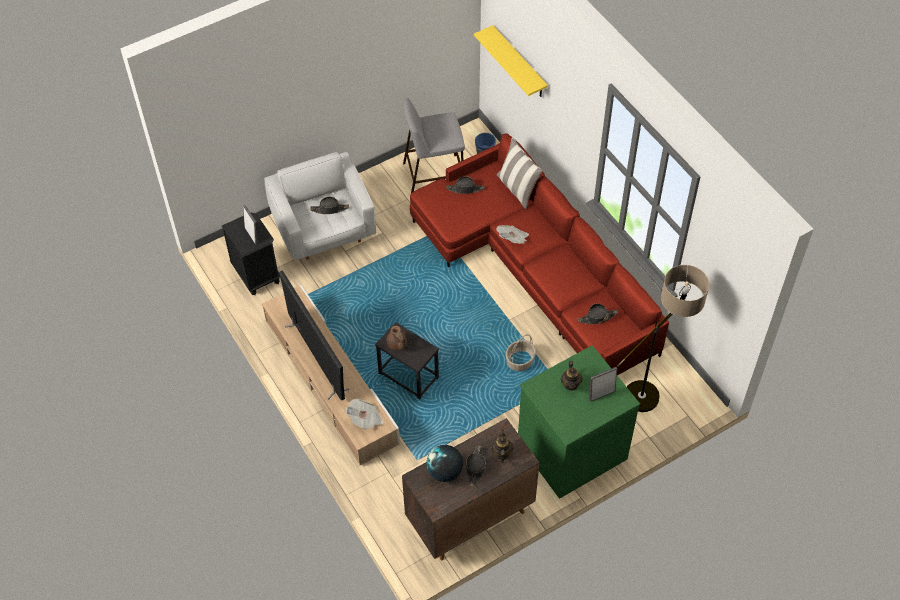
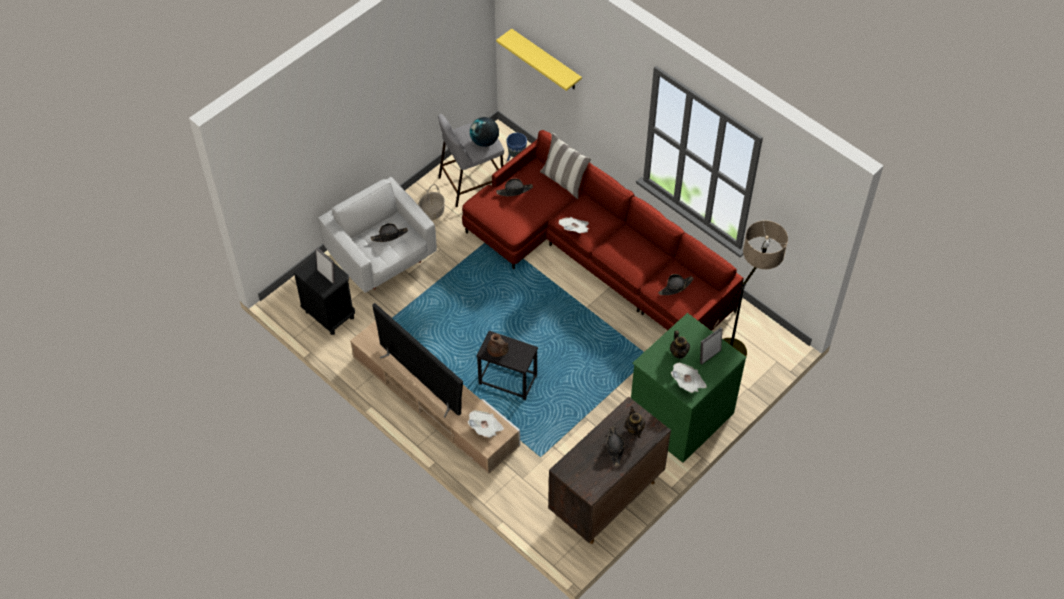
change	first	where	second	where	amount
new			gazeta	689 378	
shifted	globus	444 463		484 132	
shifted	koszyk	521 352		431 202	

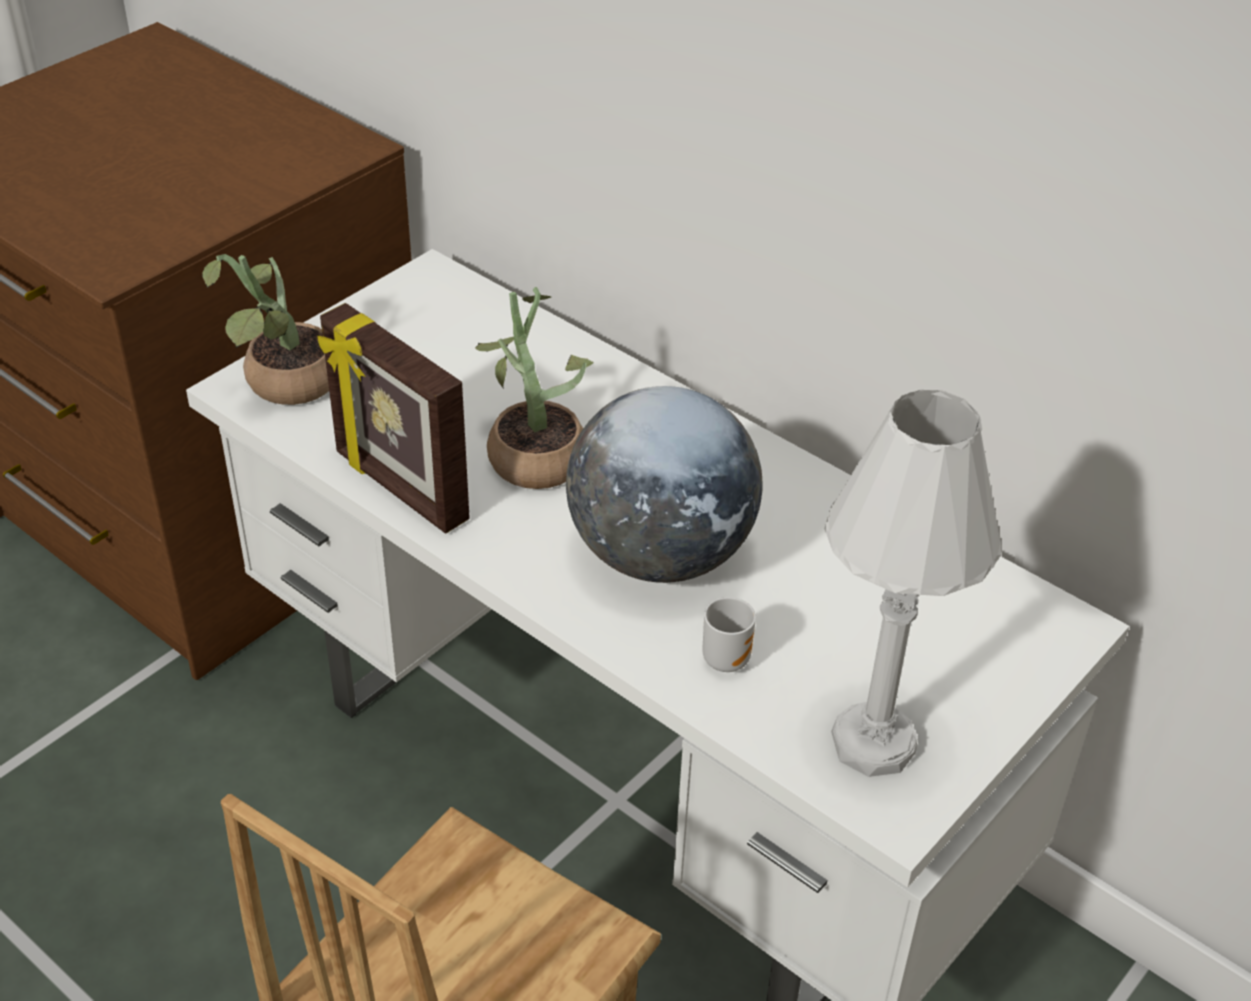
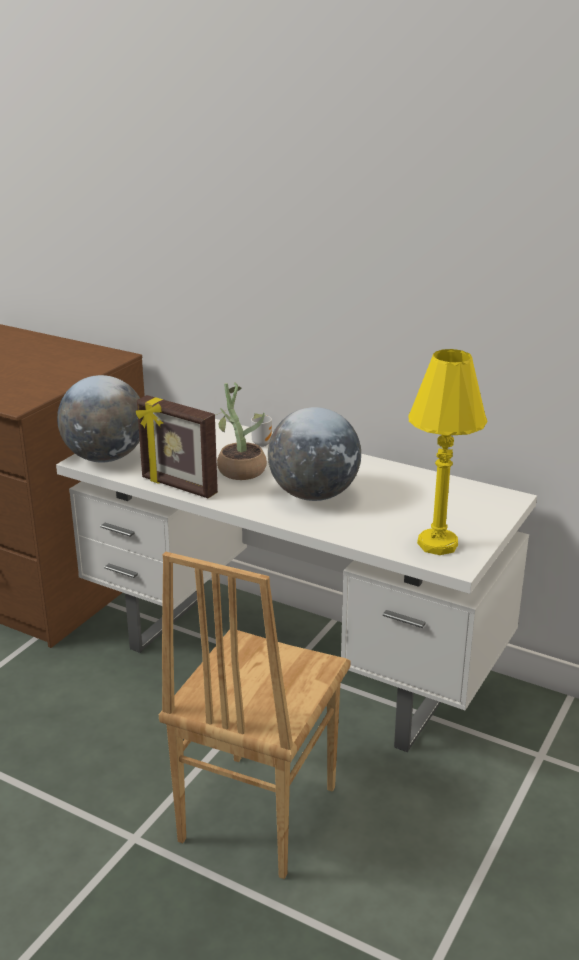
change	first	where	second	where	amount
shifted	kubek	729 634		261 431	
swapped	roślina doniczkowa	265 329	globus	98 419	
repainted	lampa stołowa/biały	913 583	lampa stołowa/żółty	447 452	

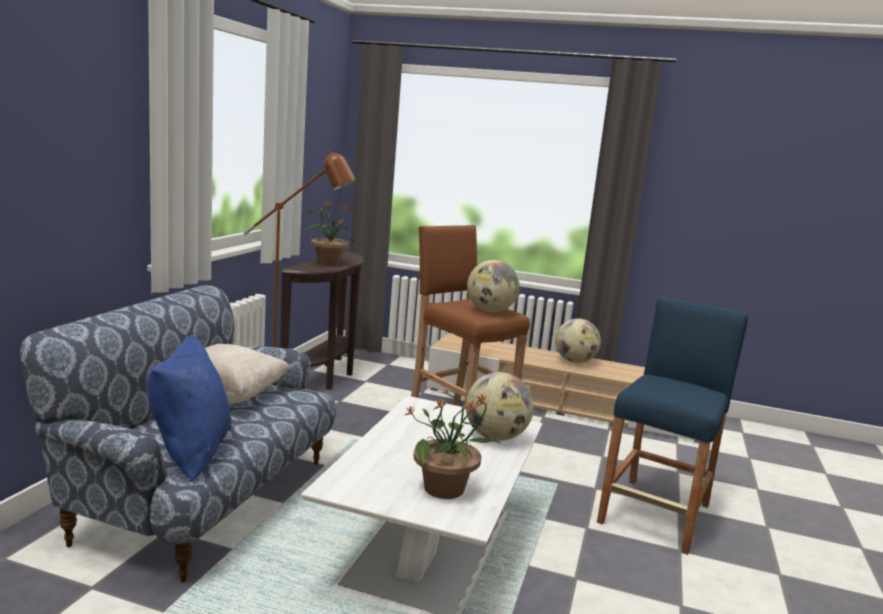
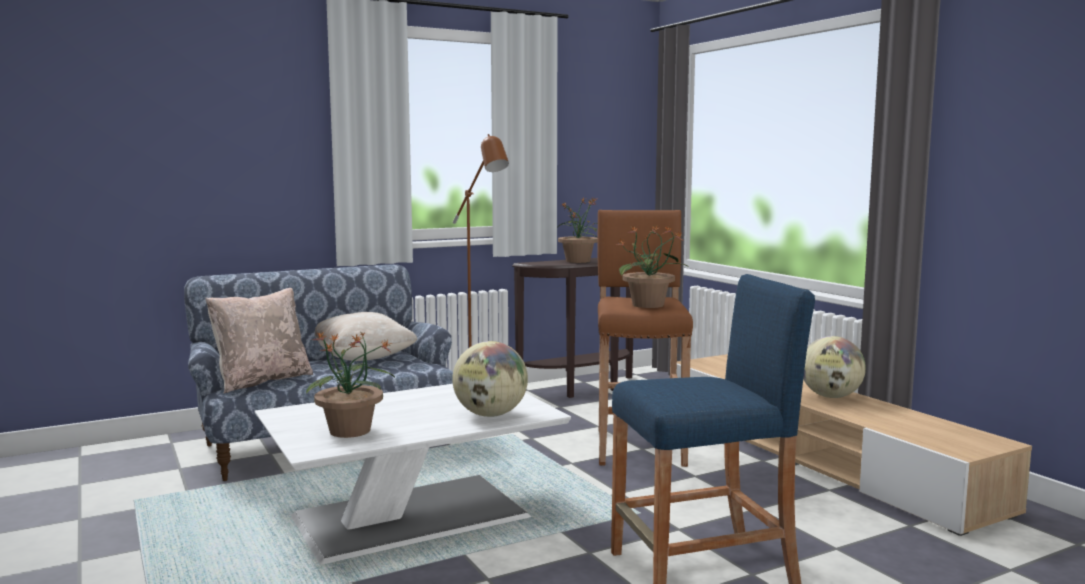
change	first	where	second	where	amount
swapped	globus	493 286	roślina doniczkowa	651 266	
repainted	poduszka/niebieski	188 408	poduszka/beżowy	259 341	

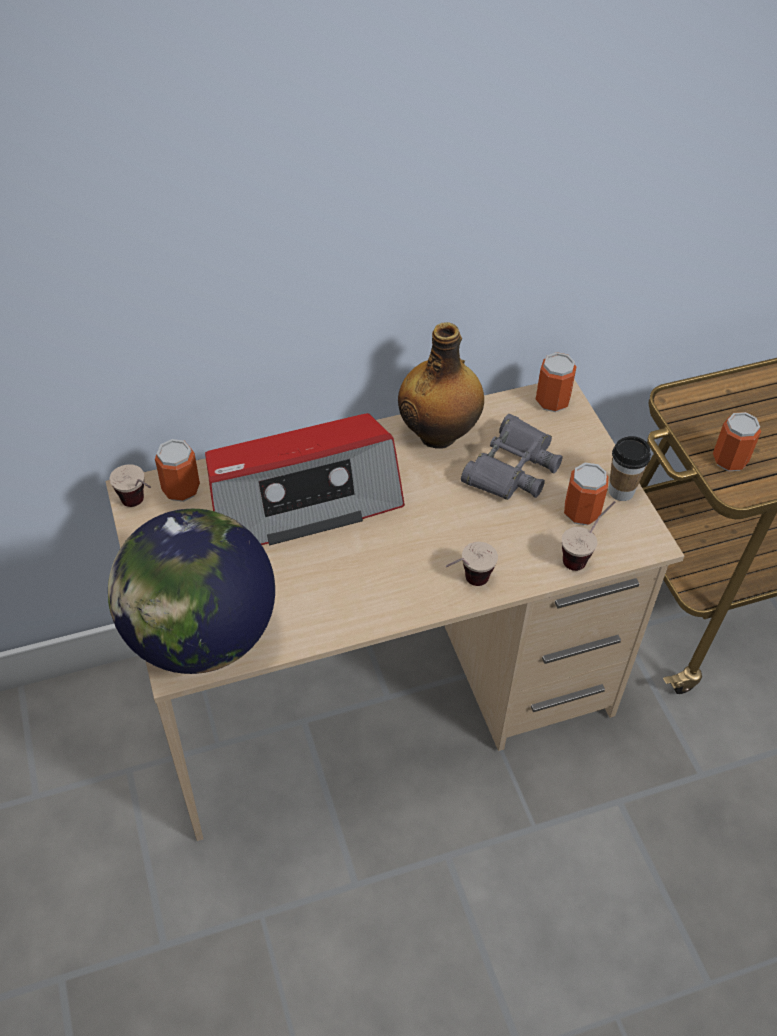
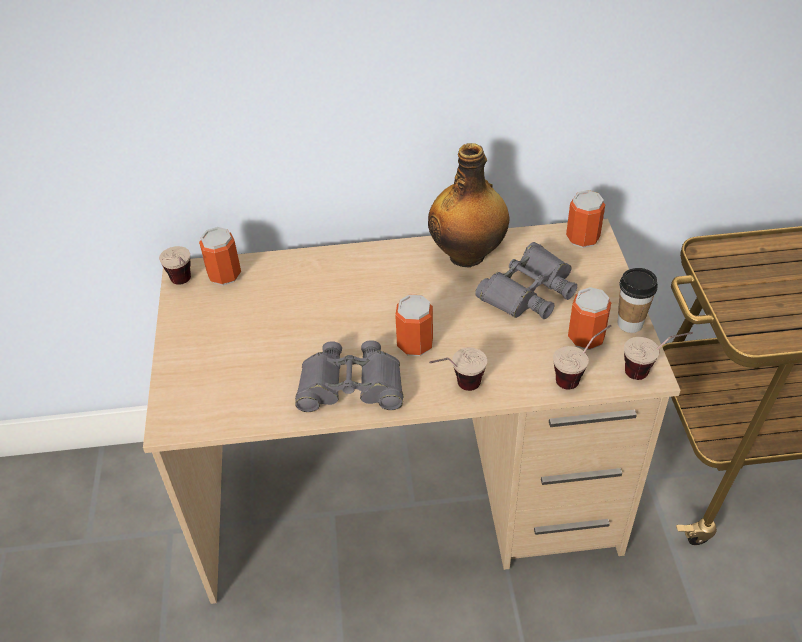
change	first	where	second	where	amount
gone	globus	191 591			
gone	radio	305 479			
new			lornetka/szary	349 376	
new			filiżanka	658 356	
shifted	puszka	737 441		414 325	

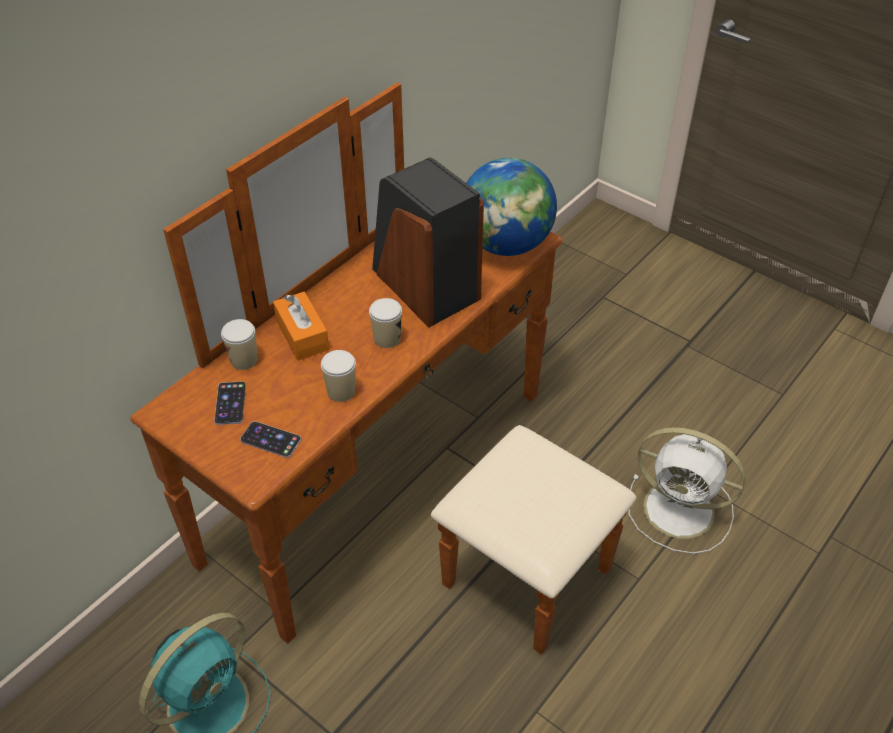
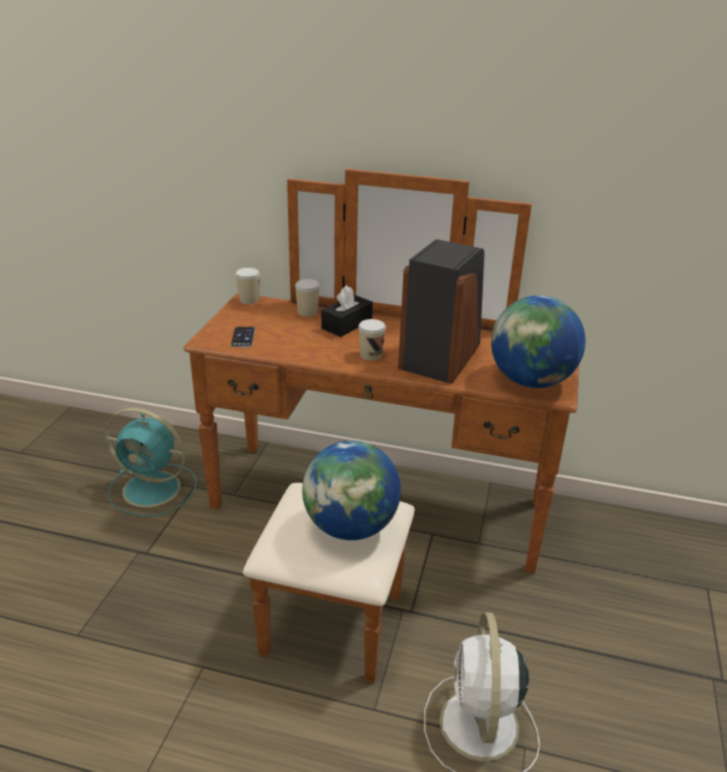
change	first	where	second	where	amount
gone	telefon	230 403			
new			globus	351 490	
shifted	filiżanka	338 376		247 286	
repainted	pudełko chusteczek/pomarańczowy	301 326	pudełko chusteczek/czarny	347 311	

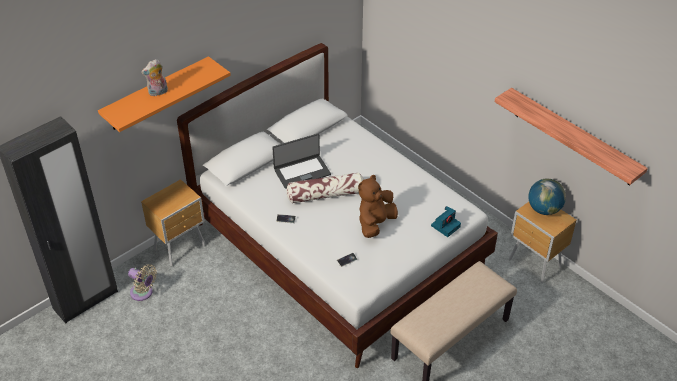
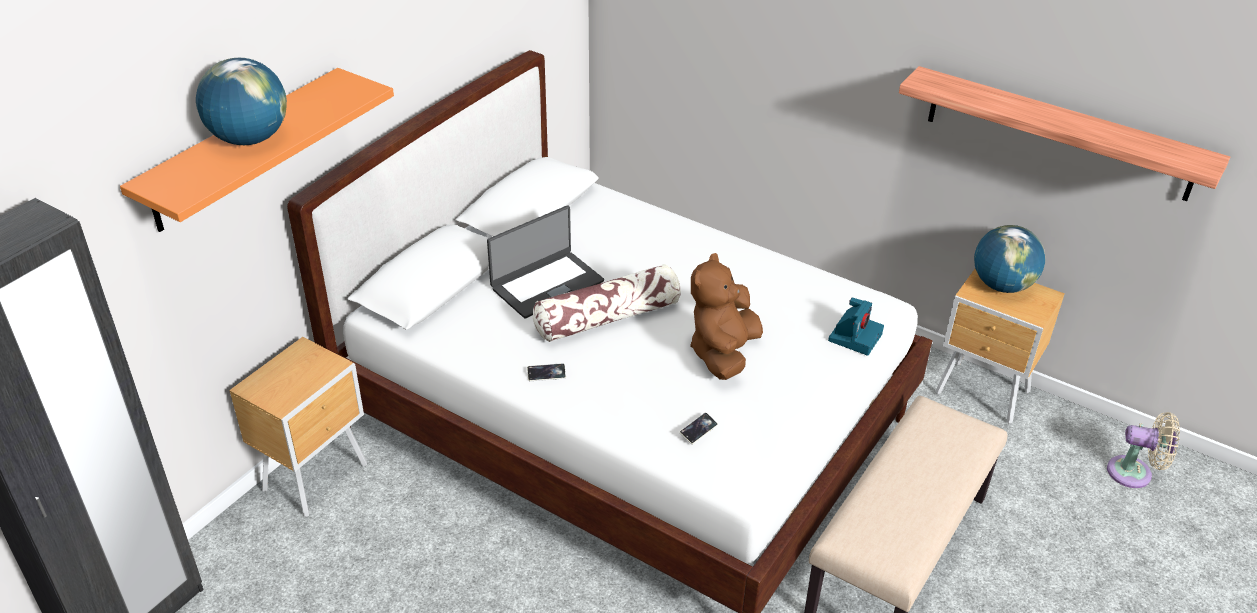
change	first	where	second	where	amount
shifted	wentylator/beżowy	142 282		1143 450	
swapped	pluszak	154 77	globus	241 101	

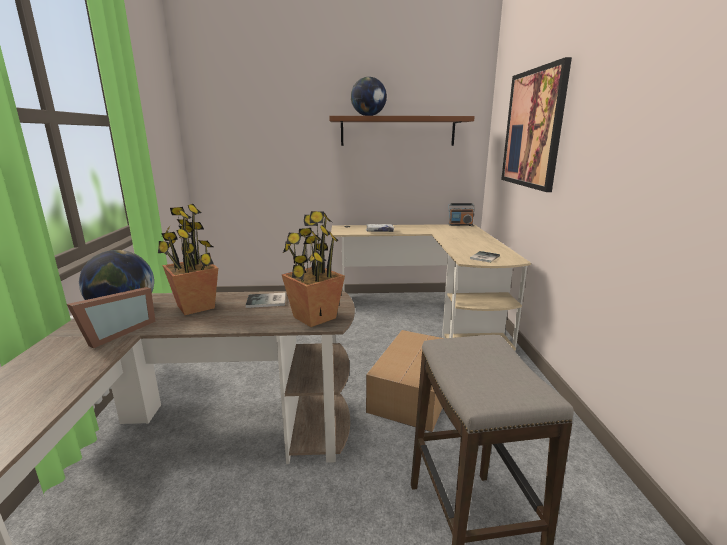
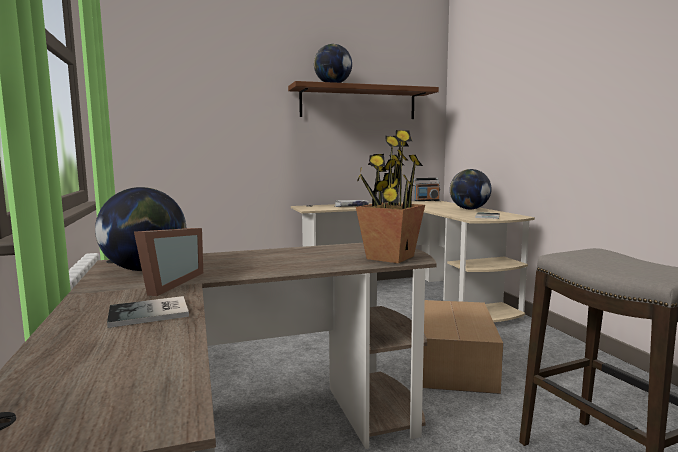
change	first	where	second	where	amount
gone	roślina doniczkowa	188 259			
gone	obraz	536 124			
new			globus	471 189	
shifted	książka	266 300		148 312	

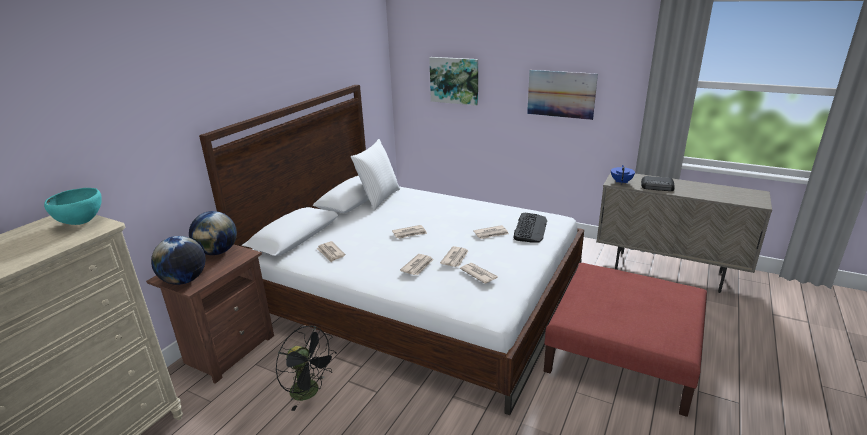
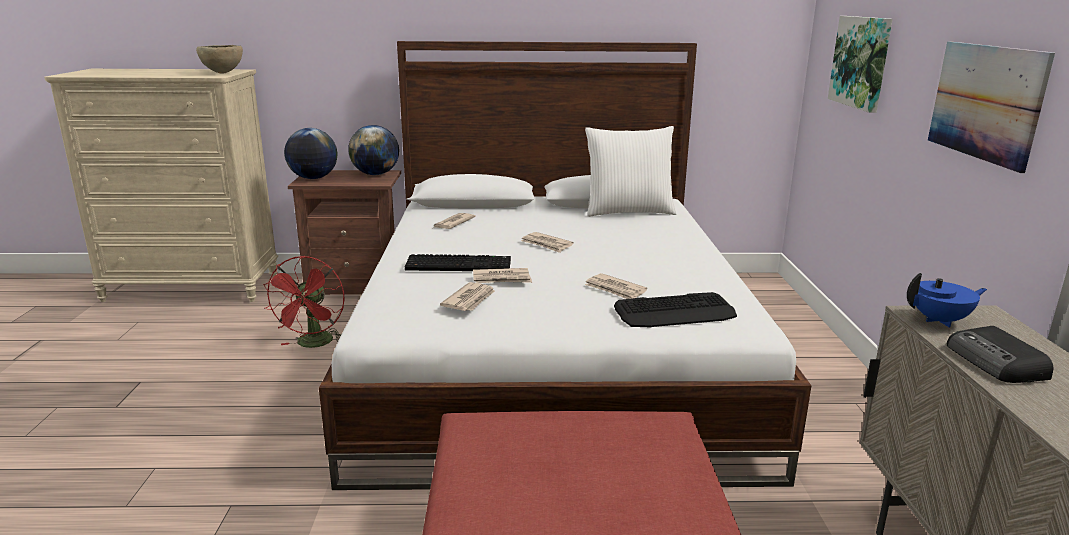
change	first	where	second	where	amount
swapped	gazeta	416 264	klawiatura	458 262	
repainted	miska/turkusowy	73 206	miska/brązowy	219 59	
repainted	wentylator/czarny	306 368	wentylator/czerwony	304 302	

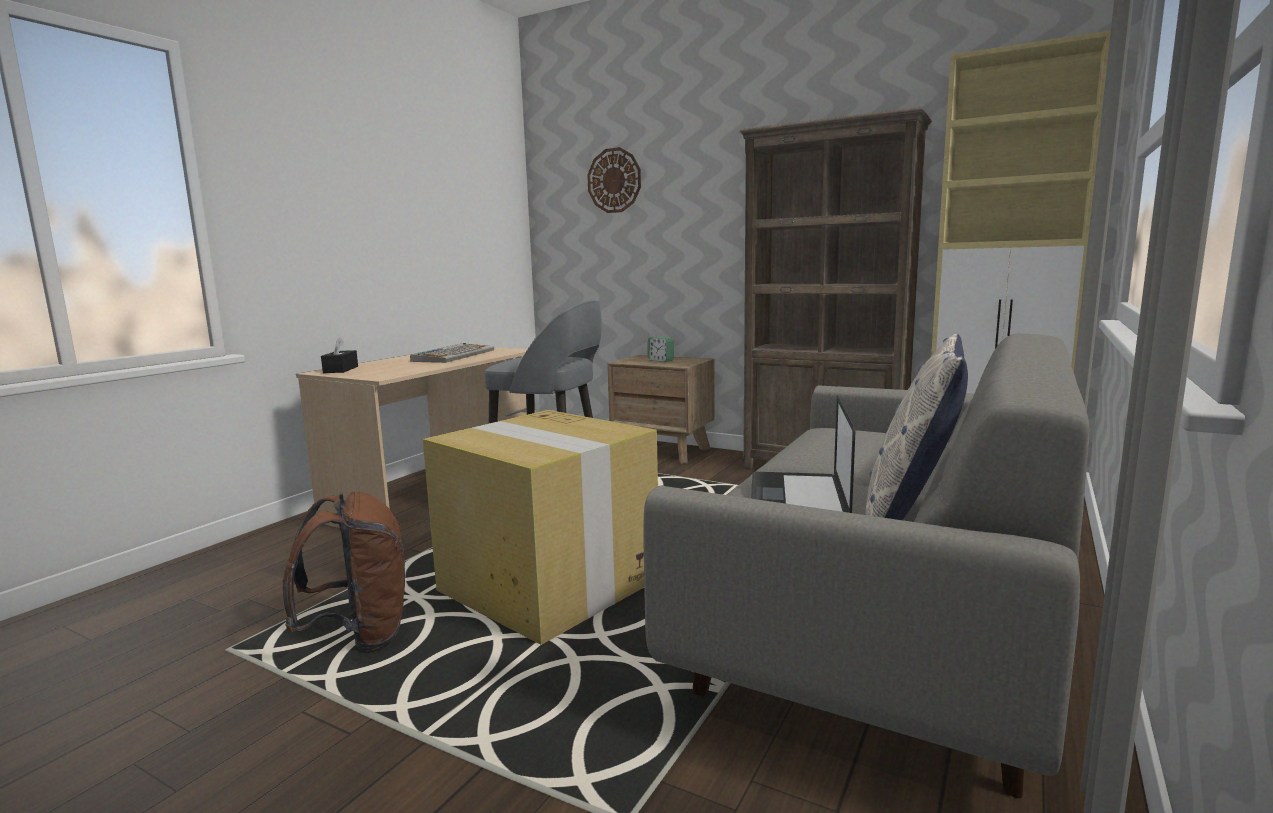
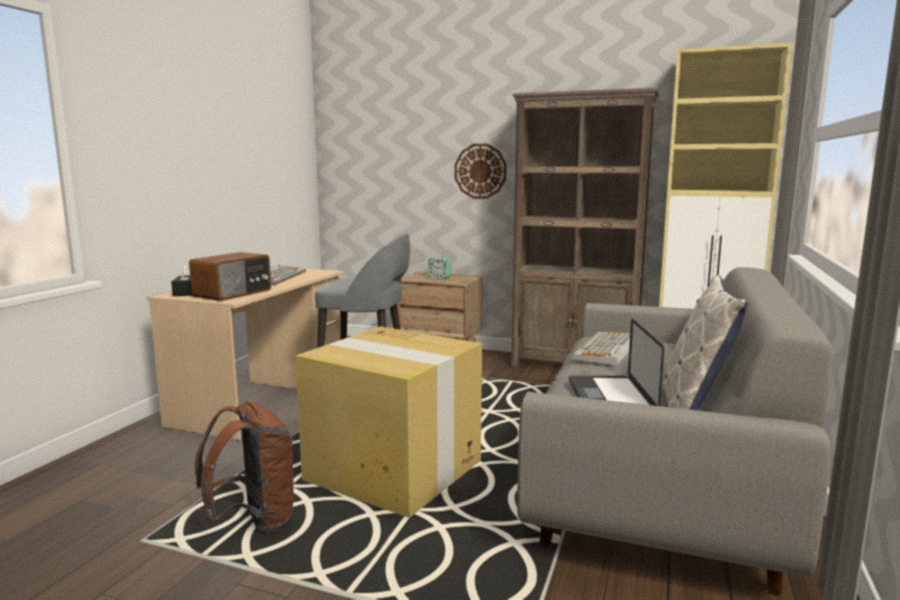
change	first	where	second	where	amount
new			radio	230 276	
new			klawiatura	601 349	
shifted	zegar ścienny	614 180		481 171	

